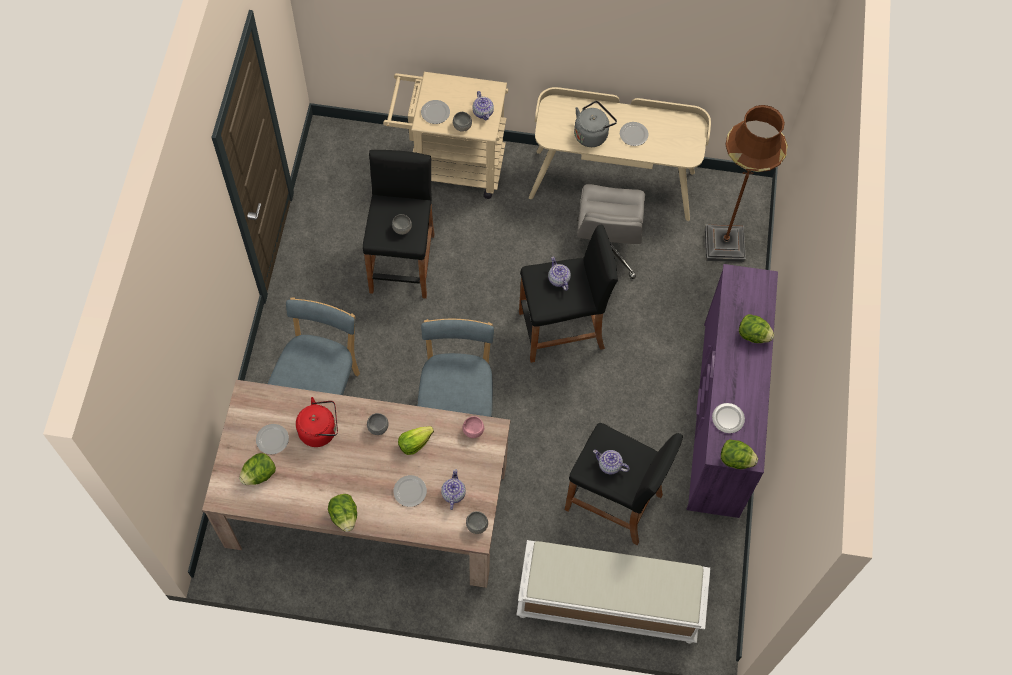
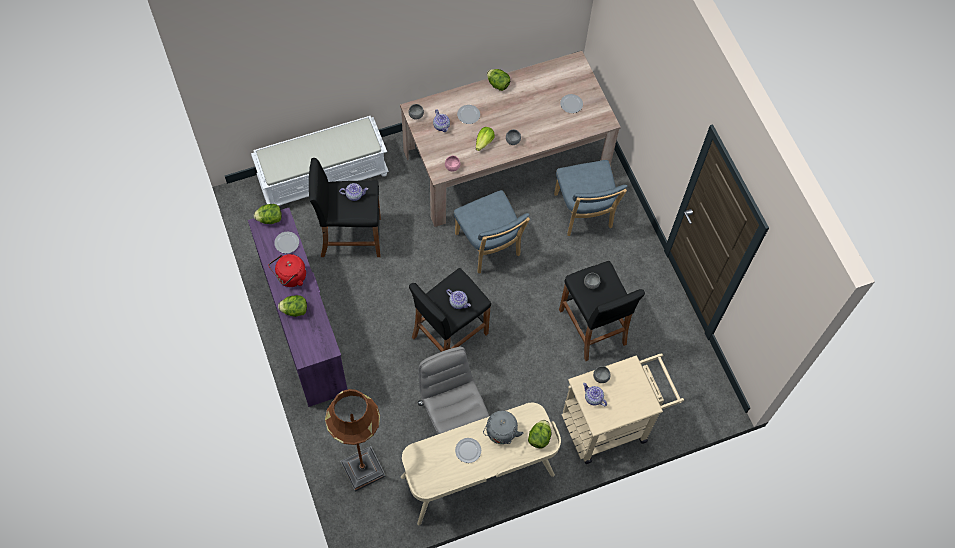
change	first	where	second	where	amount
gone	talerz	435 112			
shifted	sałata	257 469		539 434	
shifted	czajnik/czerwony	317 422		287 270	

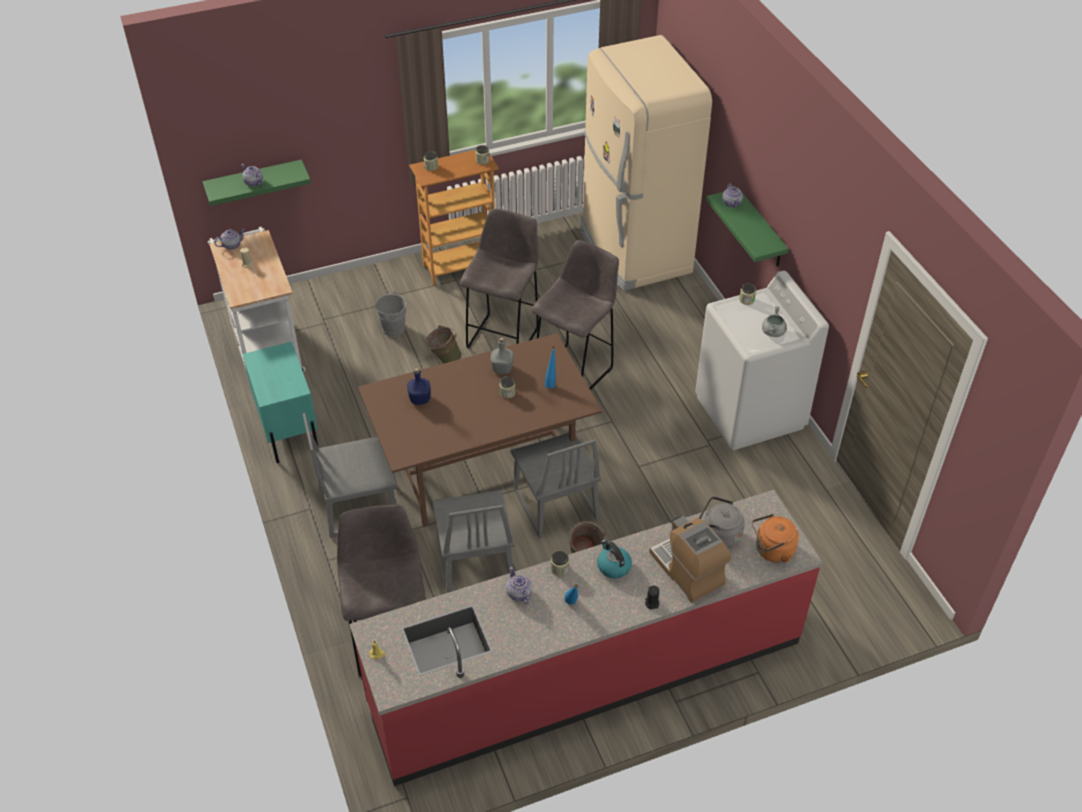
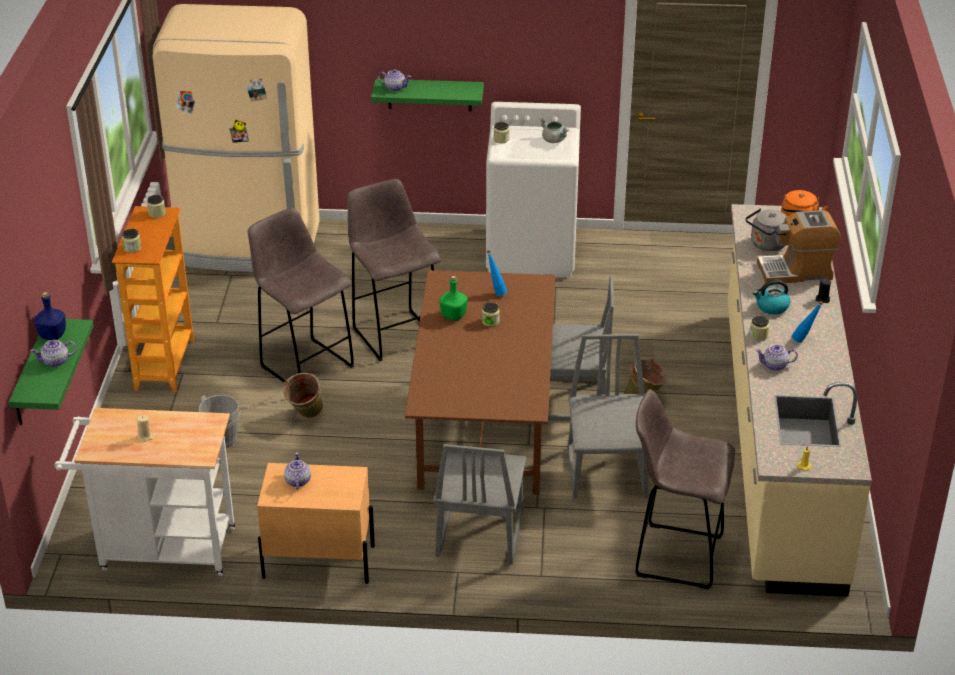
change	first	where	second	where	amount
shifted	imbryk	229 239		297 471	
shifted	butelka/niebieski	419 386		50 316	
repainted	szafka nocna/turkusowy	280 402	szafka nocna/beżowy	316 523	
repainted	zabudowa kuchenna/czerwony	586 638	zabudowa kuchenna/beżowy	799 400	
repainted	butelka/szary	502 355	butelka/zielony	454 298	
rotated	krzesło/szary	473 541		608 416	105 degrees counterclockwise

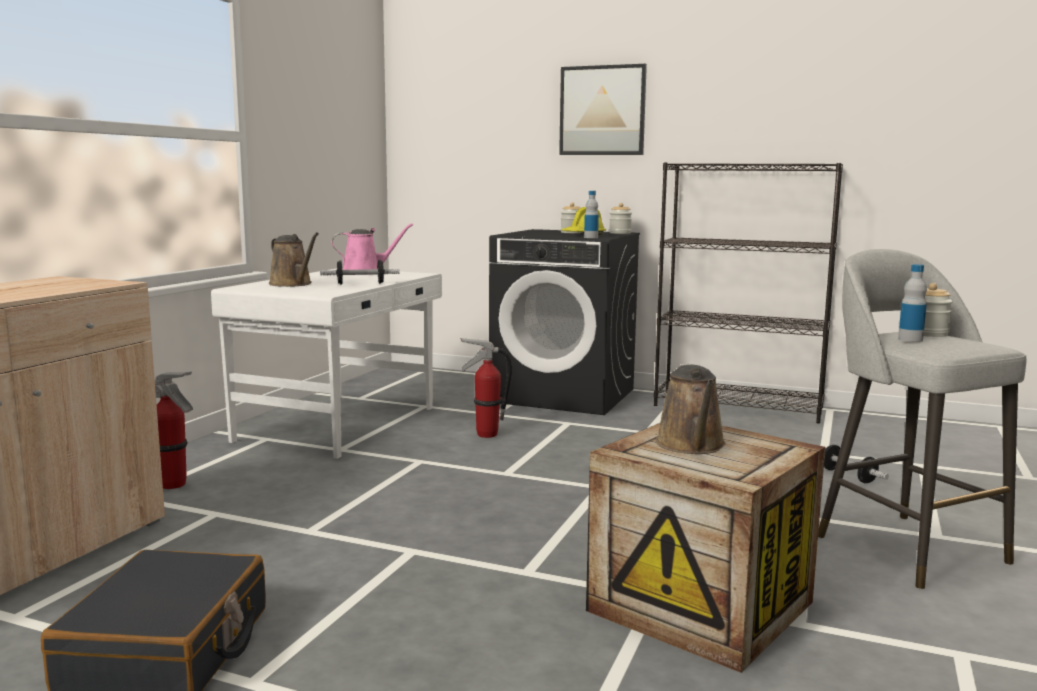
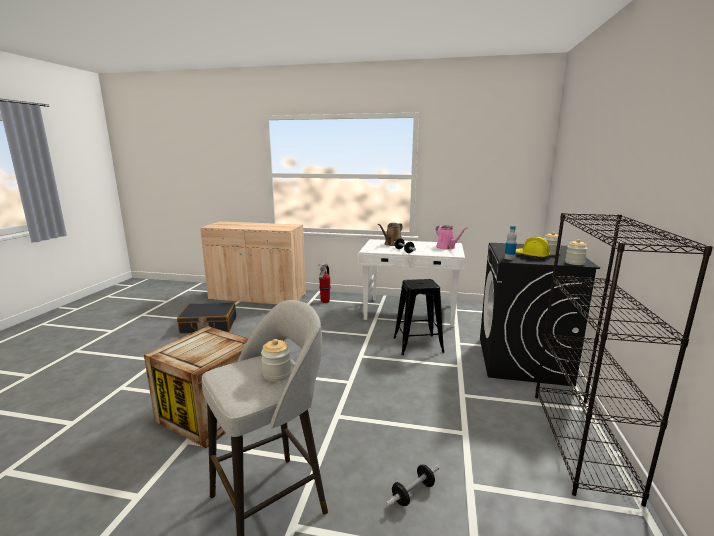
change	first	where	second	where	amount
gone	obraz	603 109			
gone	konewka/brązowy	691 409			
gone	butelka	912 303			
swapped	gaśnica	486 388	stołek/czarny	419 317	

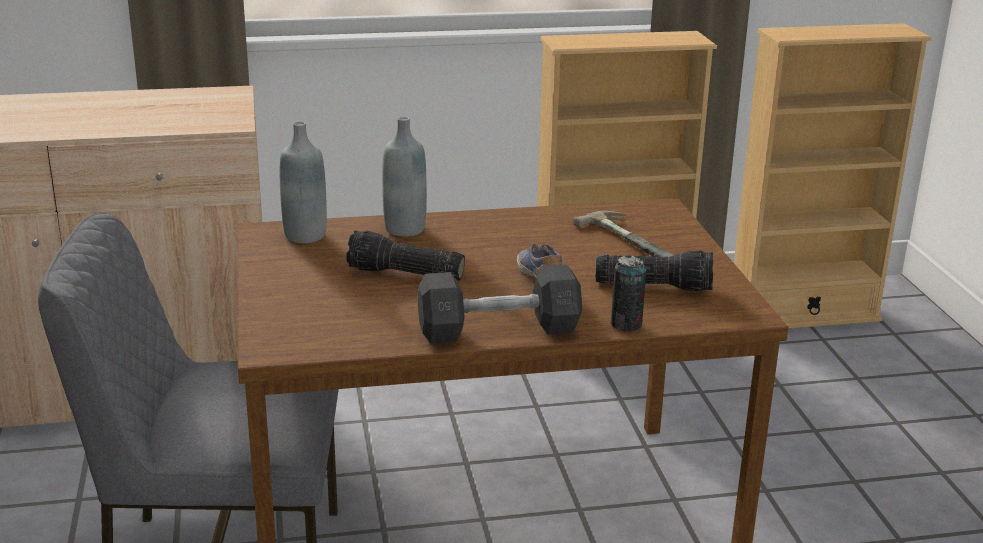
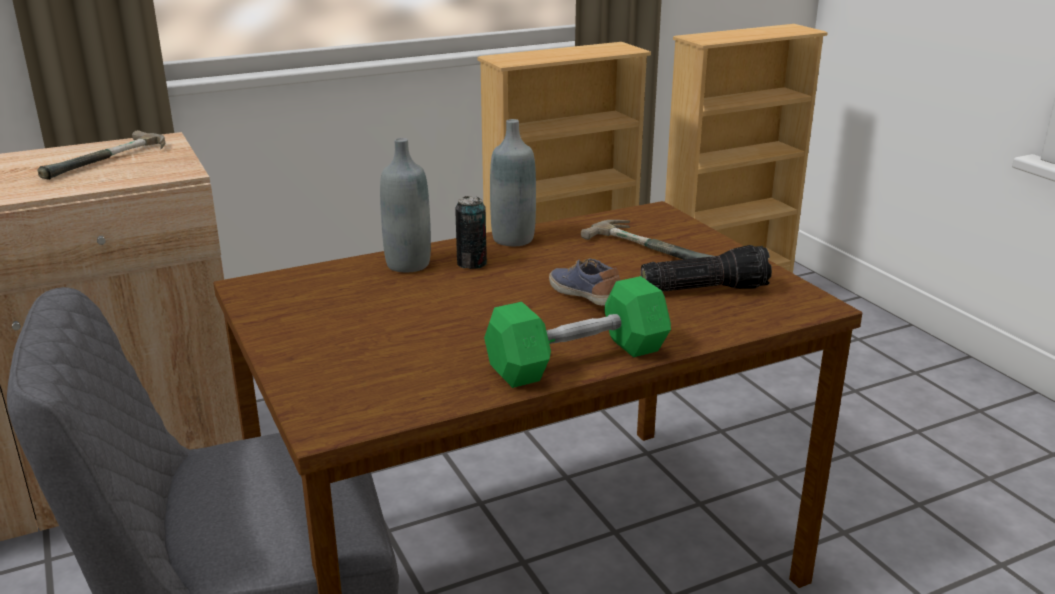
change	first	where	second	where	amount
gone	latarka	405 255			
new			młotek	101 155	
shifted	butelka/szary	303 182		513 182	
shifted	puszka	628 293		471 232	
repainted	hantel/szary	500 303	hantel/zielony	577 332	

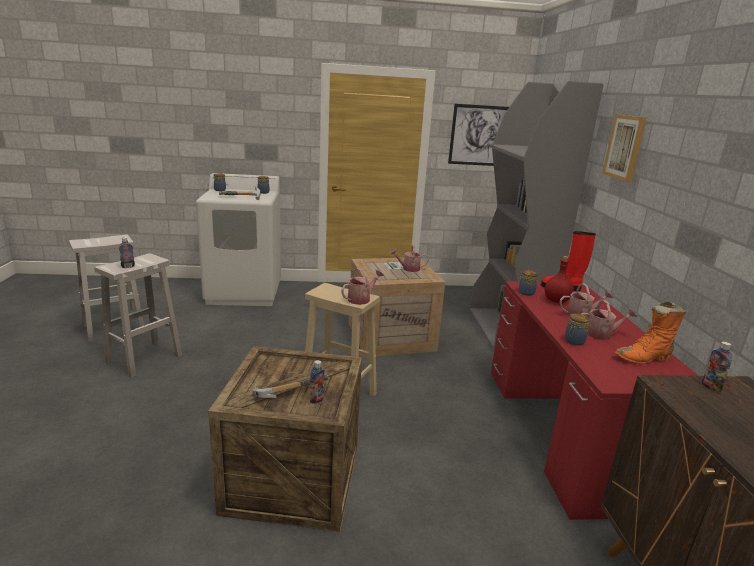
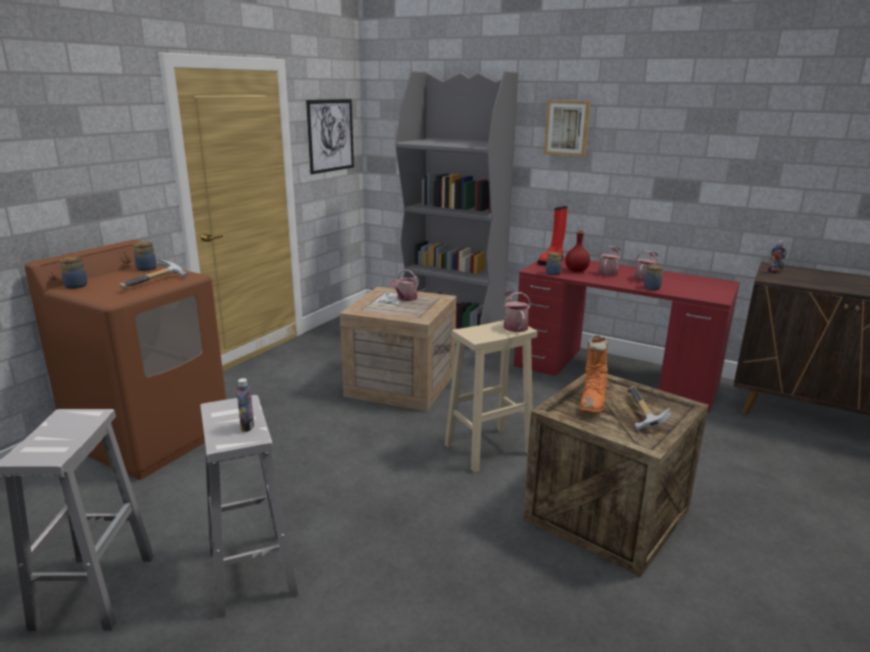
change	first	where	second	where	amount
gone	butelka	317 382			
shifted	but z cholewką/pomarańczowy	650 332		593 373	
repainted	pralka/biały	238 239	pralka/brązowy	125 360	

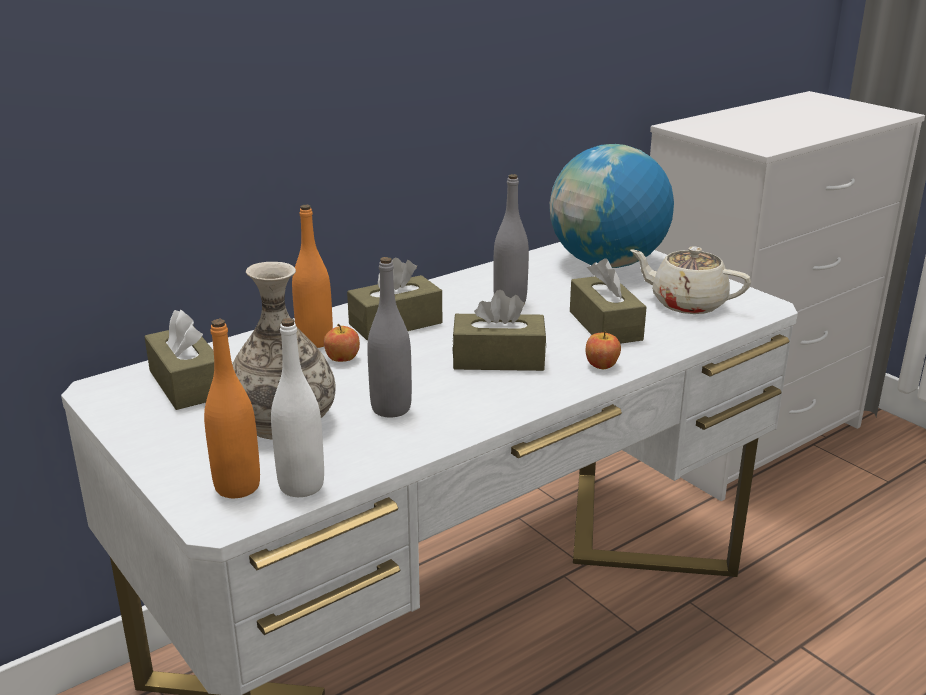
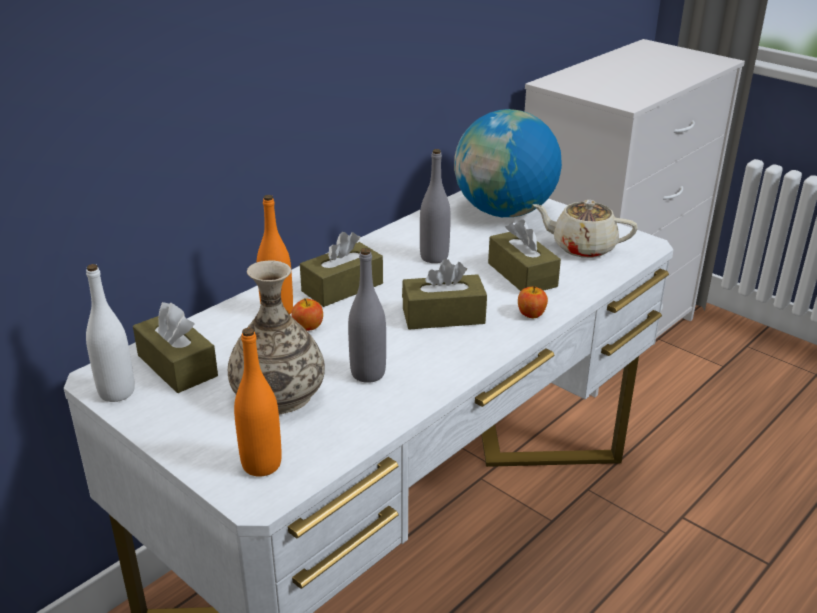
change	first	where	second	where	amount
shifted	butelka/biały	297 407		110 333	

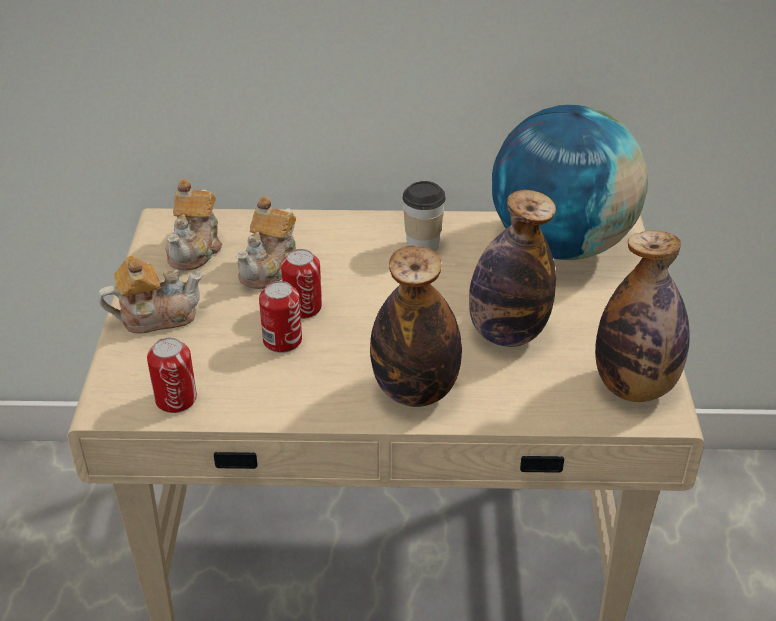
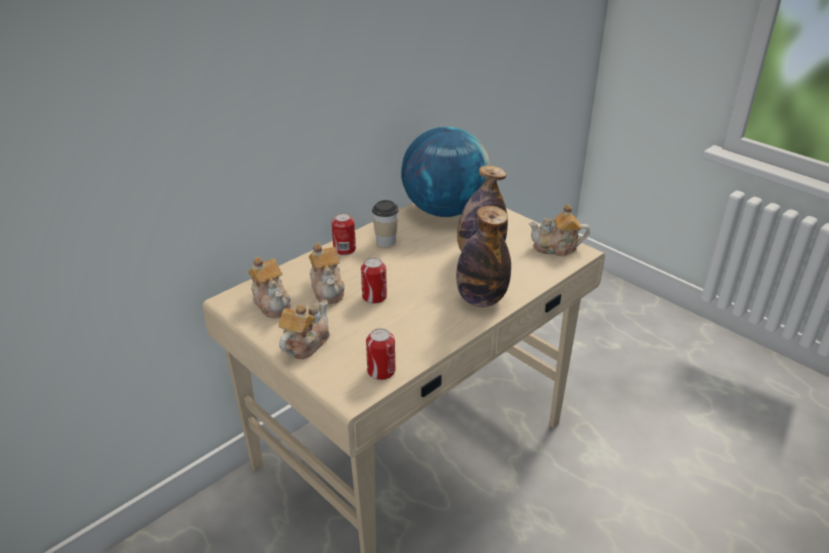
change	first	where	second	where	amount
shifted	puszka	280 317		344 234	
swapped	butelka	642 316	imbryk	559 230	

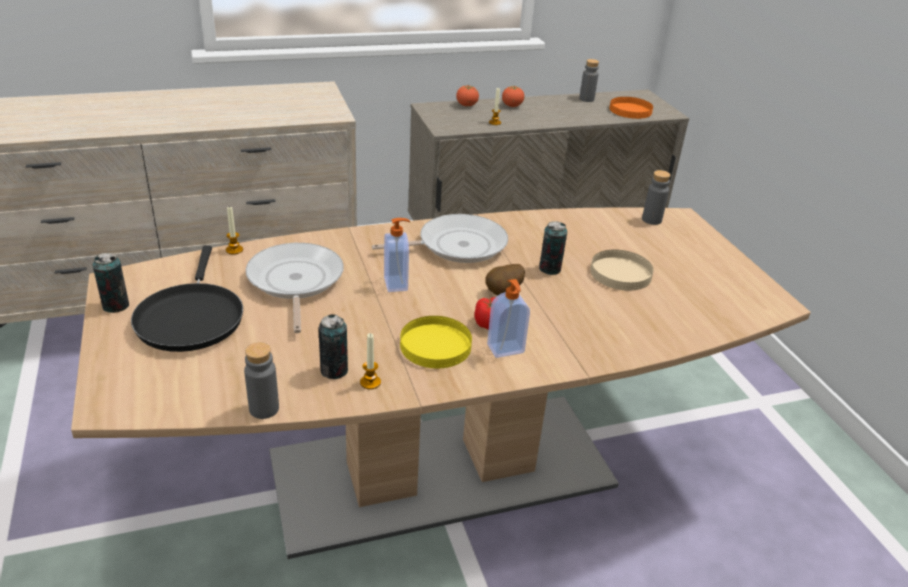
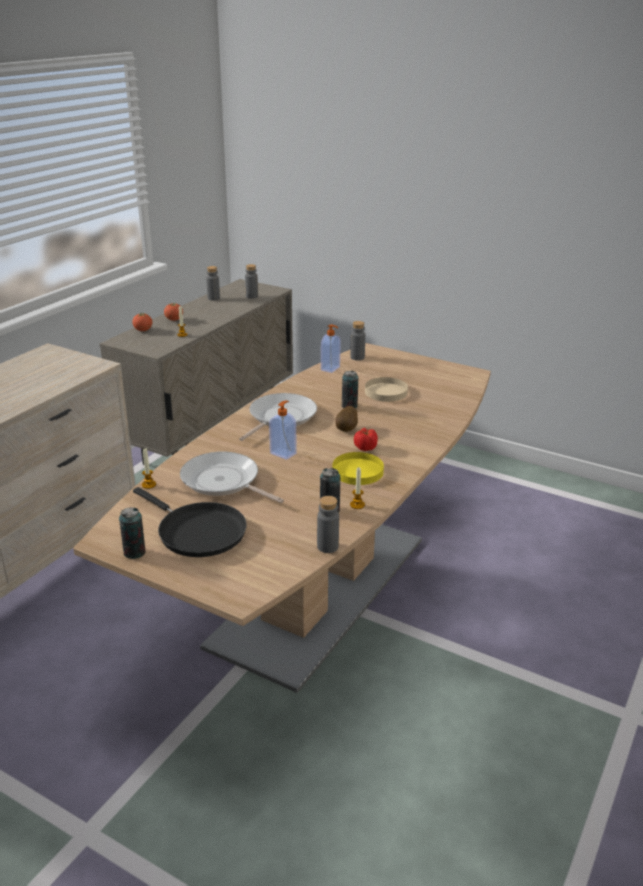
change	first	where	second	where	amount
shifted	dozownik mydła	508 318		331 349	
swapped	talerz/pomarańczowy	631 108	butelka/szary	251 281	

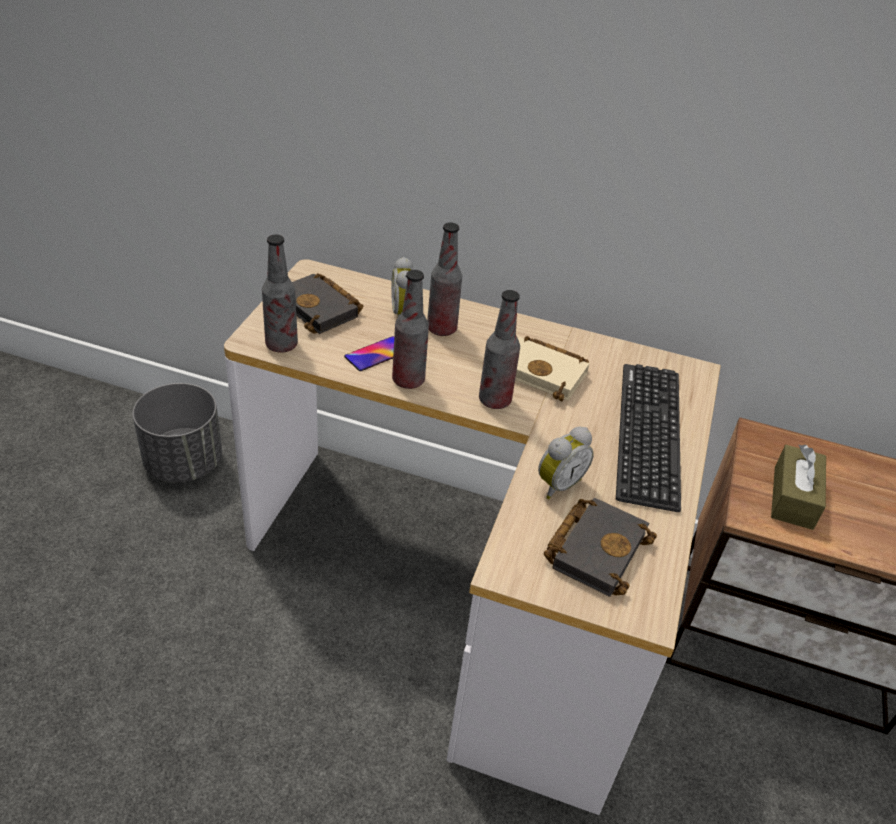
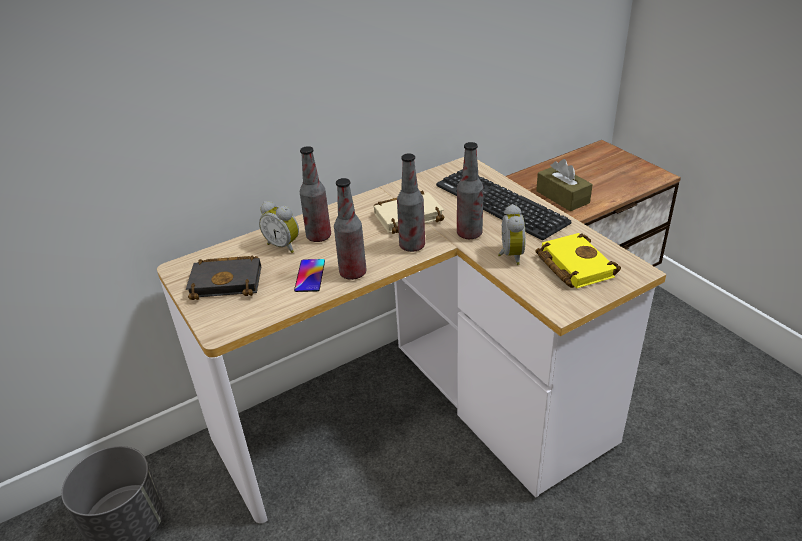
change	first	where	second	where	amount
shifted	butelka	280 294		470 190	
repainted	książka/czarny	600 547	książka/żółty	578 260	

